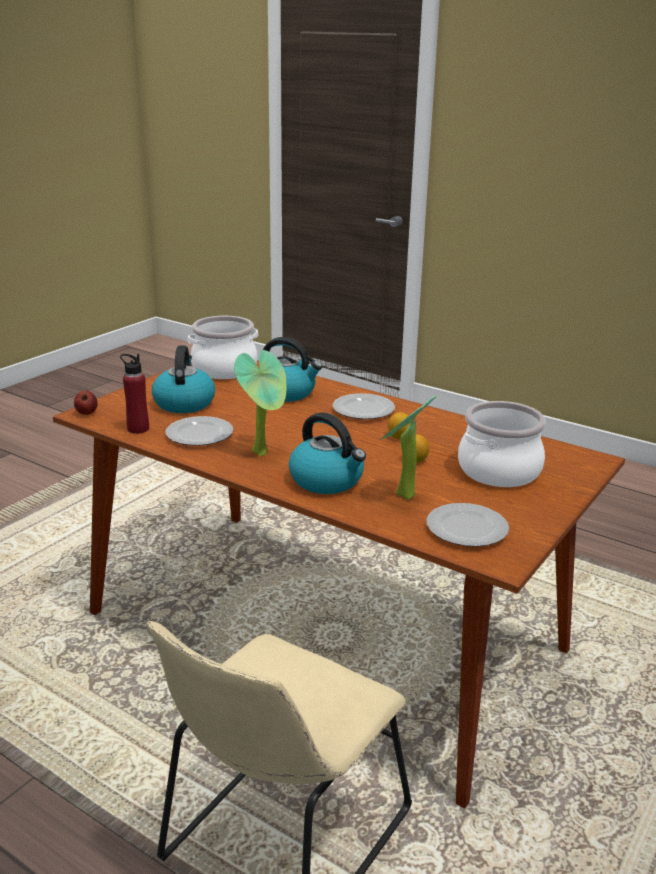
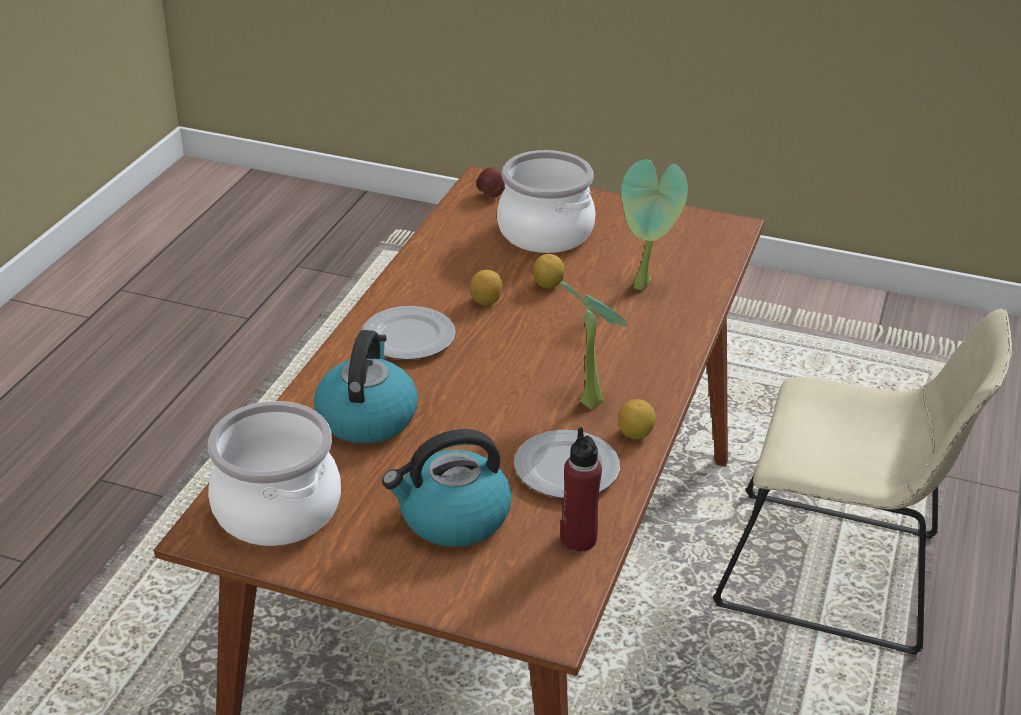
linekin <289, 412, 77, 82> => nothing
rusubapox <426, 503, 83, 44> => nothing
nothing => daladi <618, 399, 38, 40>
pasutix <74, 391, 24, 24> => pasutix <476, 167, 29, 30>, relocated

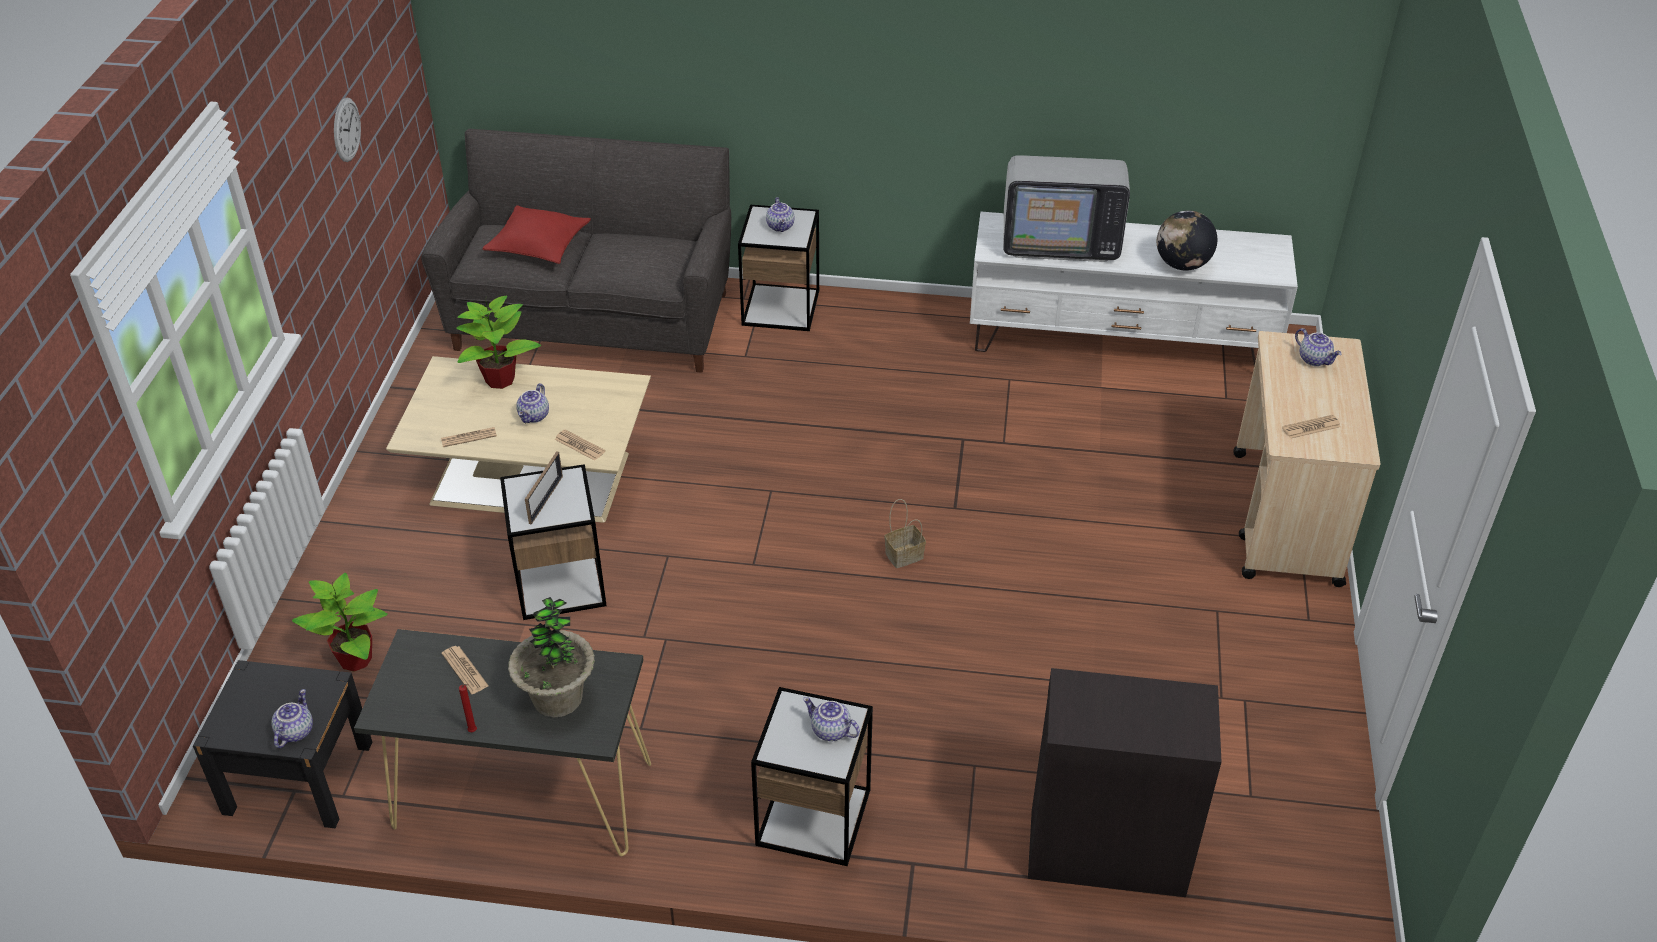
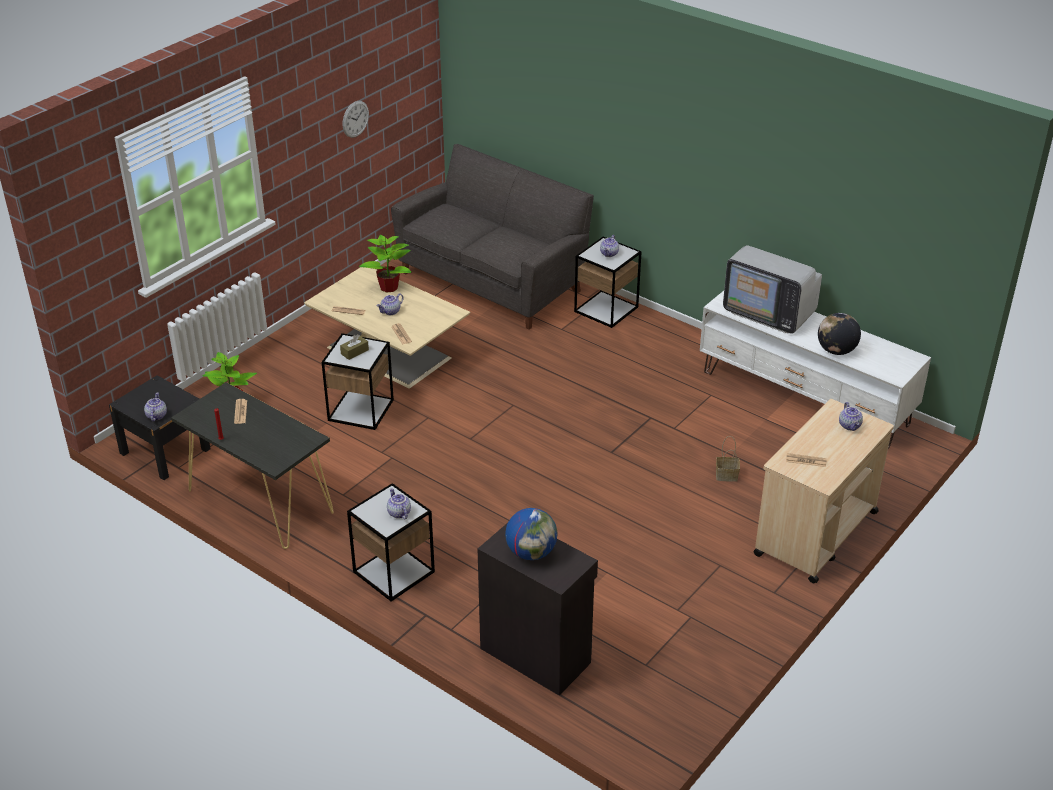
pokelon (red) <482, 205, 109, 59> => nothing
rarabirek <508, 597, 87, 120> => nothing
nothing => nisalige <505, 508, 53, 52>
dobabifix <884, 499, 42, 69> => dobabifix <716, 436, 24, 46>, relocated
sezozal <525, 451, 38, 74> => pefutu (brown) <340, 334, 29, 26>
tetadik <271, 689, 42, 59> => tetadik <144, 392, 23, 30>, 45 degrees counterclockwise

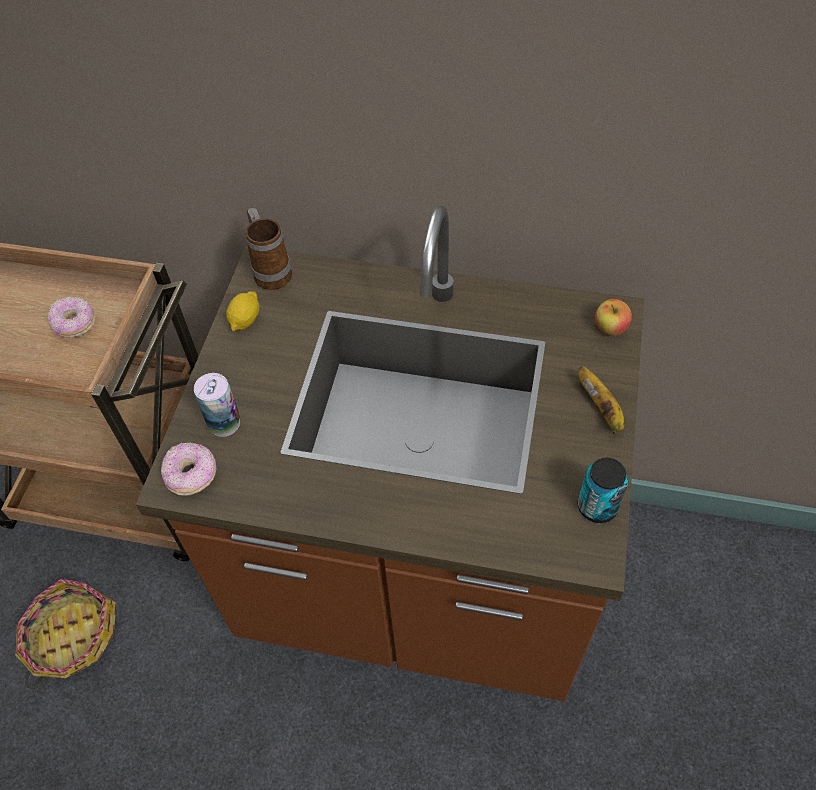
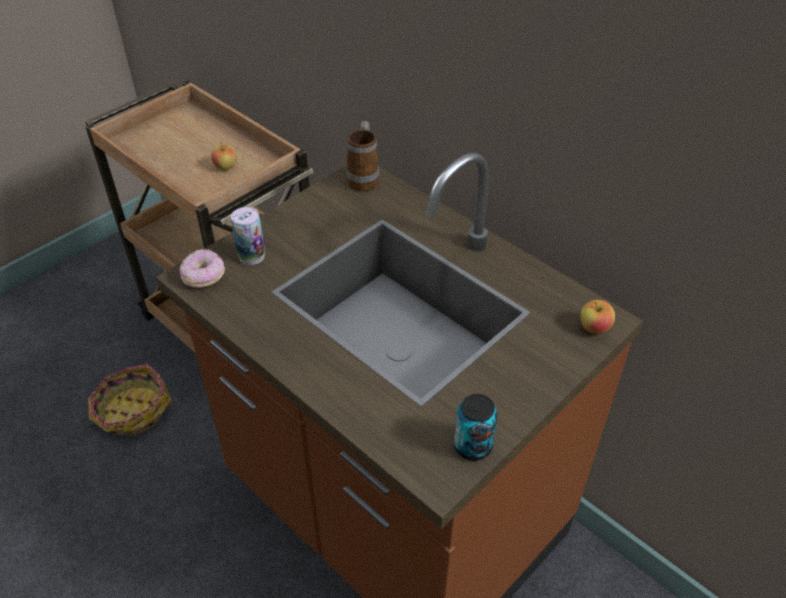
daladi <226, 291, 34, 40> => nothing
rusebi <578, 367, 47, 67> => nothing
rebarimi <48, 297, 47, 41> => pasutix <211, 142, 26, 28>

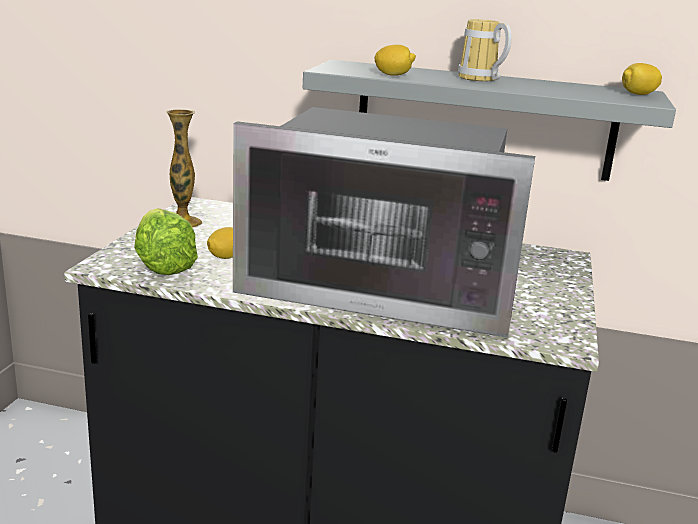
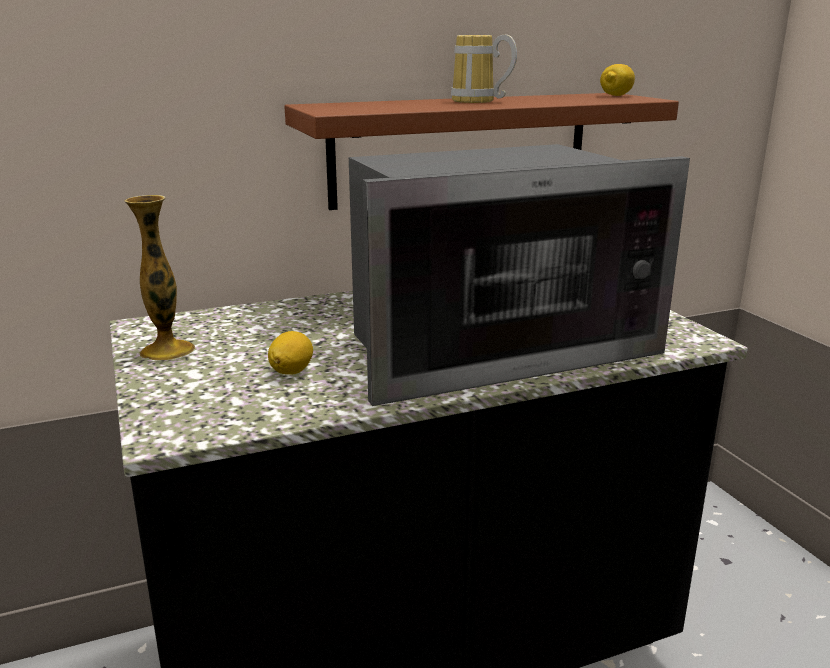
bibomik <134, 208, 64, 67> => nothing
daladi <374, 45, 42, 31> => nothing
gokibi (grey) <303, 60, 373, 121> => gokibi (brown) <284, 93, 395, 117>

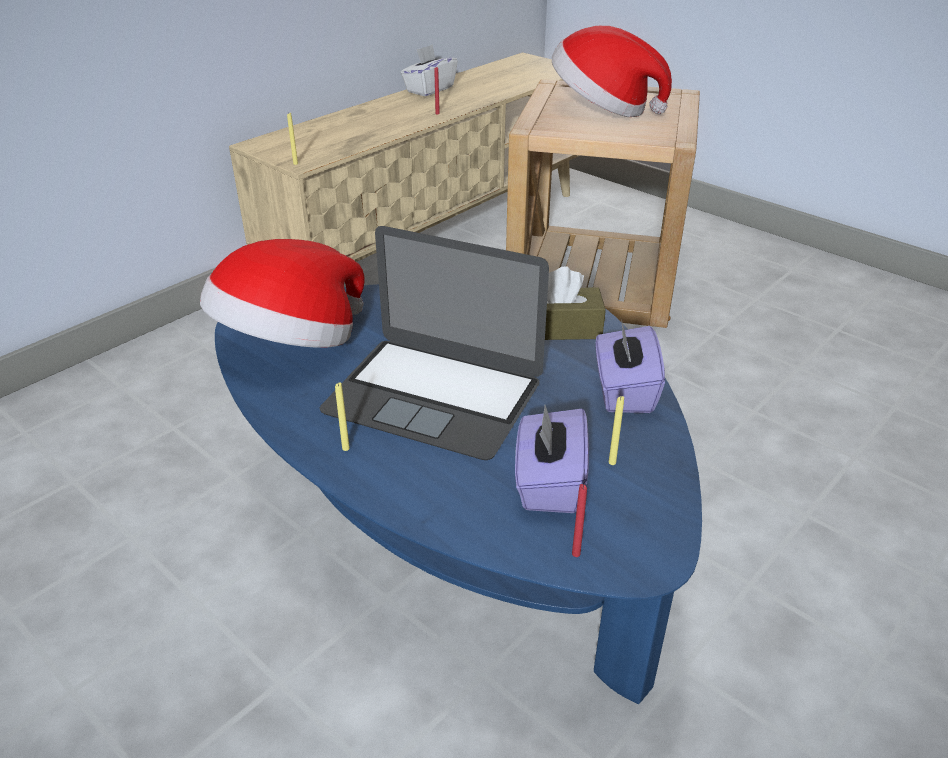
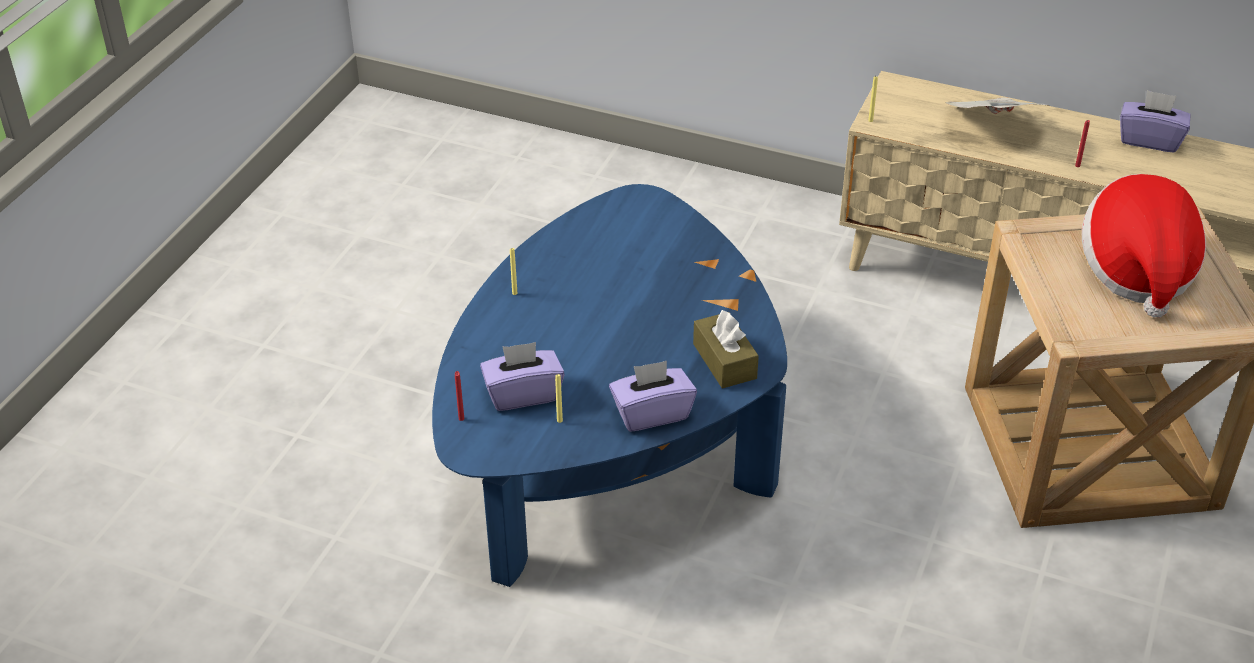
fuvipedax <200, 239, 164, 109> => nothing
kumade <319, 226, 230, 234> => nothing
nothing => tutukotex <947, 97, 99, 17>
pefutu (white) <400, 44, 58, 52> => pefutu (purple) <1120, 90, 70, 63>

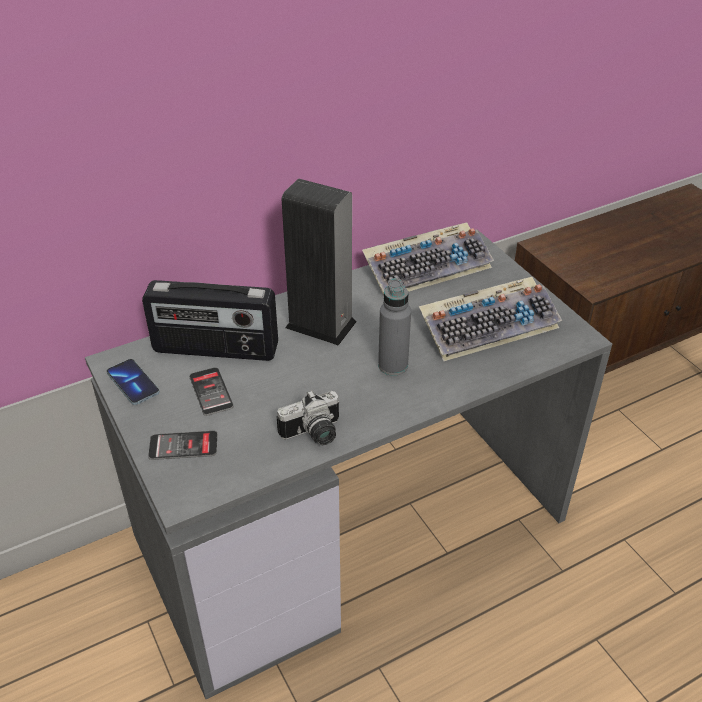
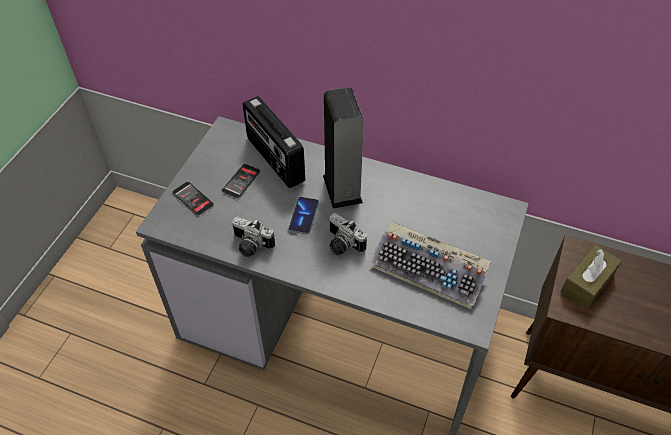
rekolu <362, 222, 132, 74> => nothing
nothing => pefutu (brown) <561, 245, 61, 64>
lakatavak <107, 359, 53, 46> => lakatavak <289, 197, 30, 38>, relocated
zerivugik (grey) <378, 278, 33, 98> => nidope <329, 213, 38, 42>

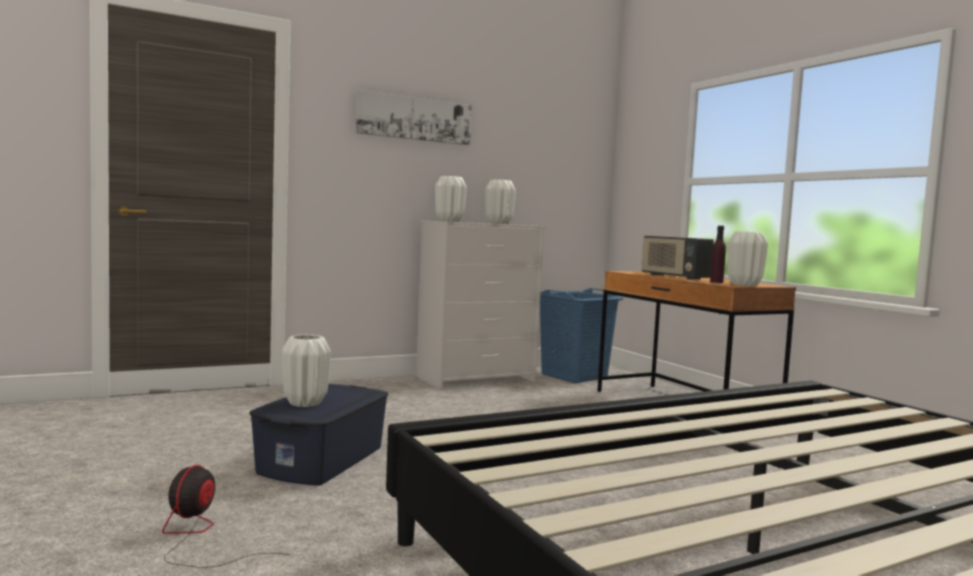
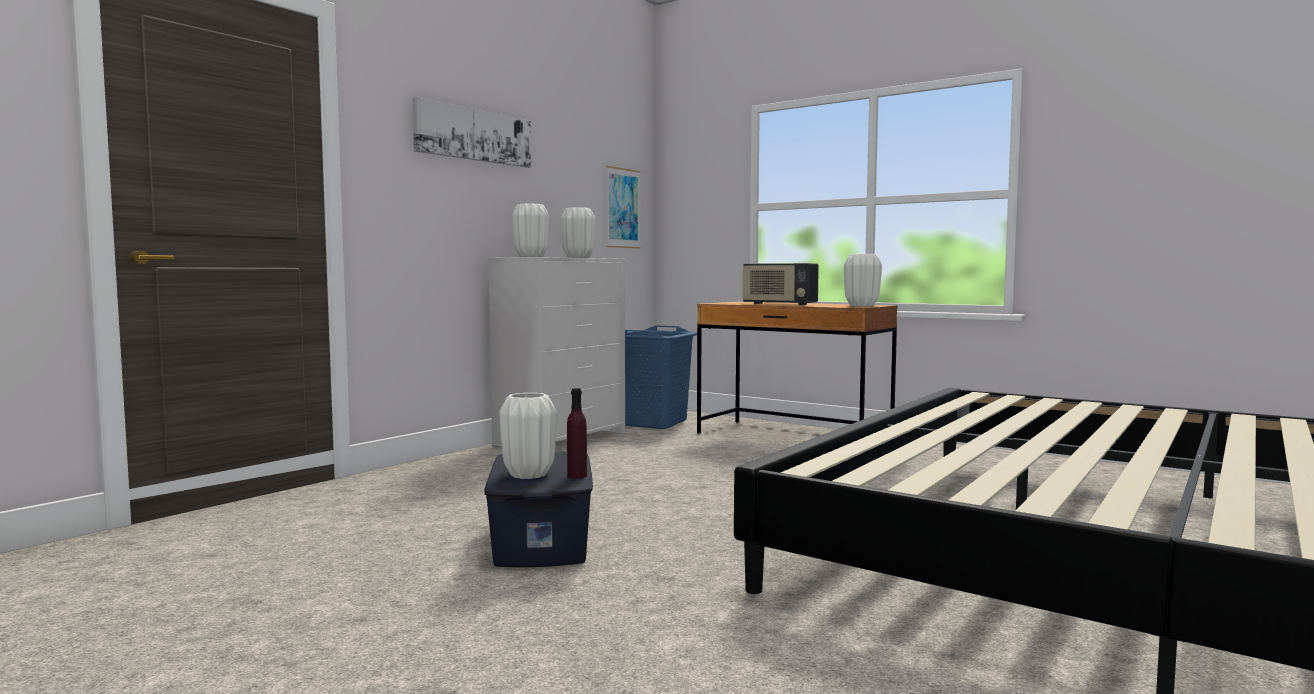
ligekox <162, 465, 128, 103> => nothing
nothing => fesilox <606, 166, 34, 82>
zerivugik (purple) <710, 226, 16, 57> => zerivugik (purple) <567, 388, 20, 91>, relocated

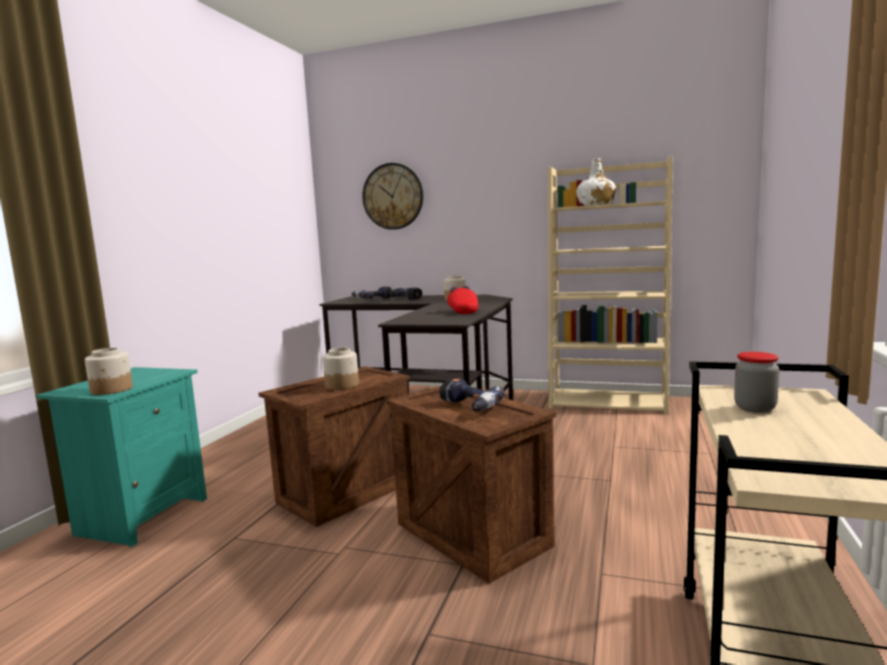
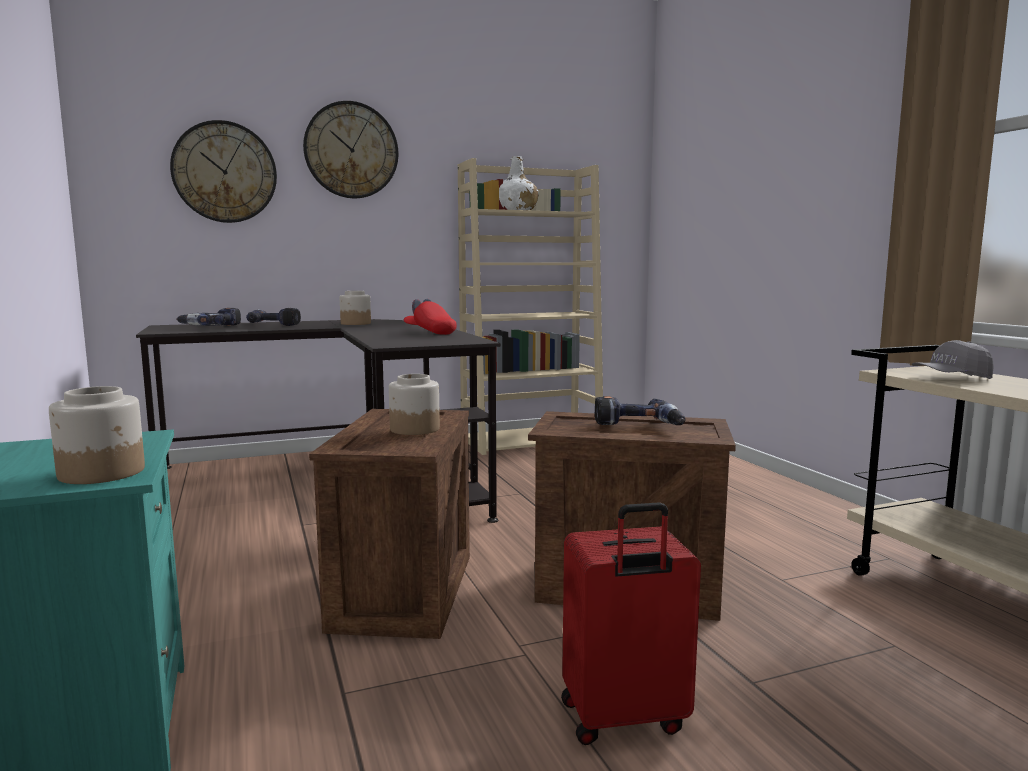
nothing => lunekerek <303, 101, 95, 97>
nothing => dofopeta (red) <561, 502, 140, 243>
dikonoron <734, 352, 45, 61> => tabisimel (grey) <912, 340, 82, 39>

